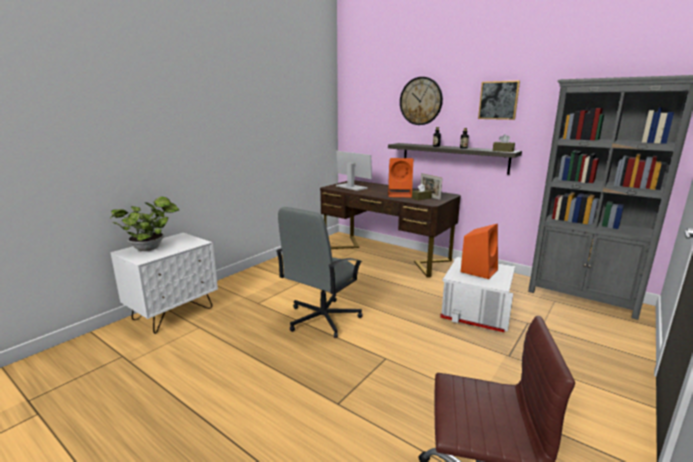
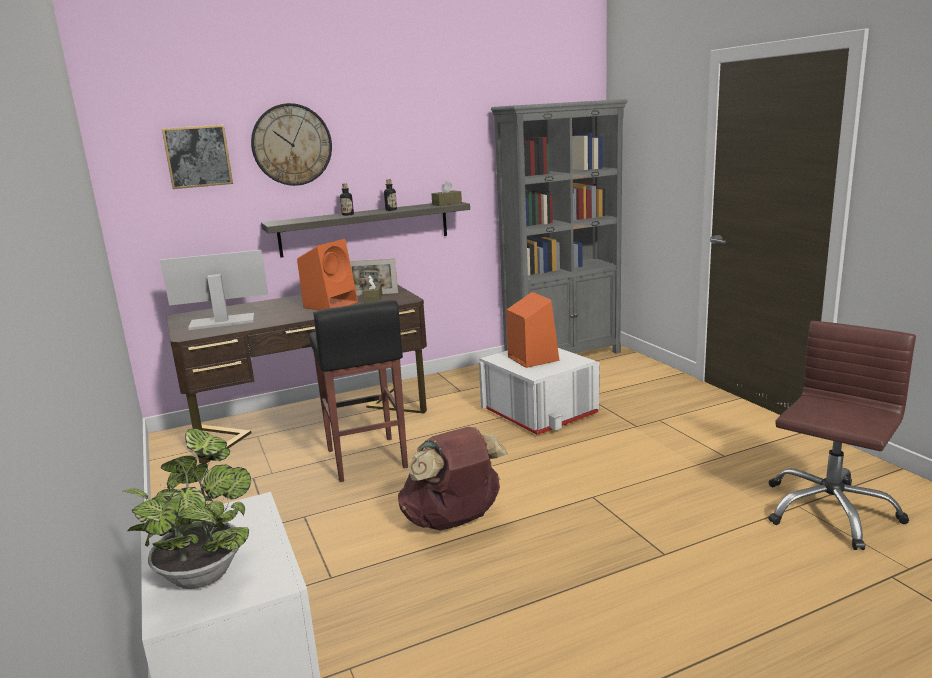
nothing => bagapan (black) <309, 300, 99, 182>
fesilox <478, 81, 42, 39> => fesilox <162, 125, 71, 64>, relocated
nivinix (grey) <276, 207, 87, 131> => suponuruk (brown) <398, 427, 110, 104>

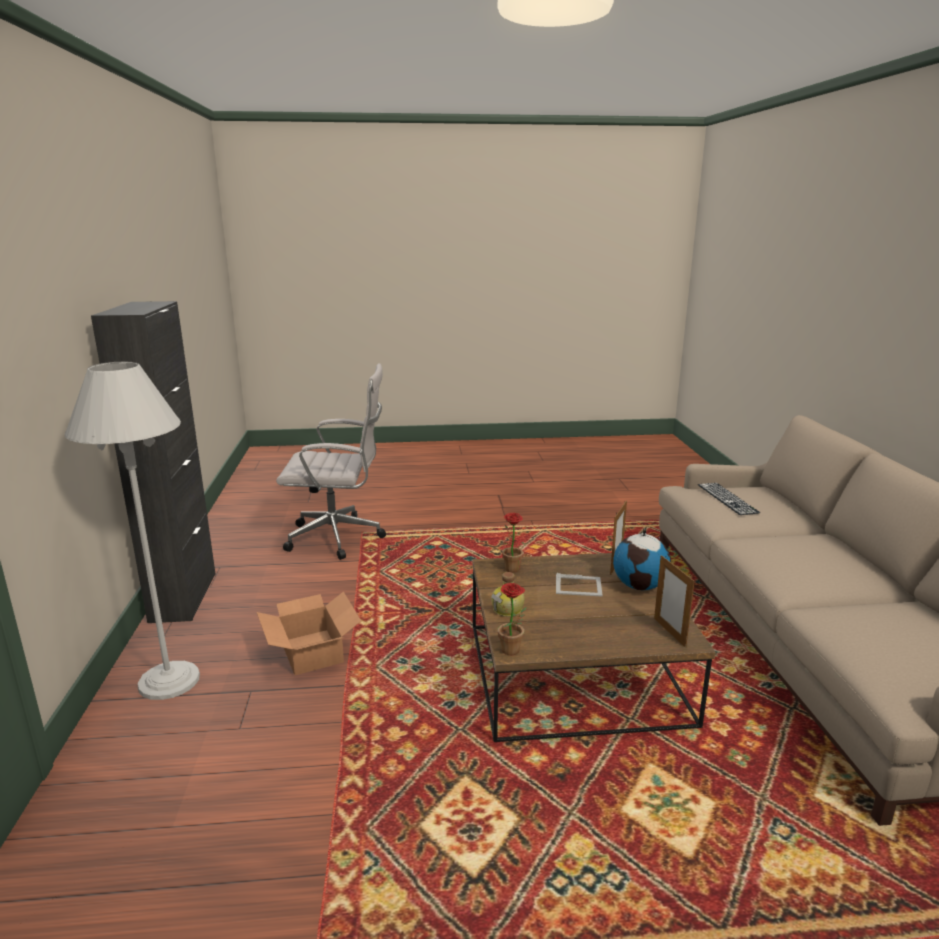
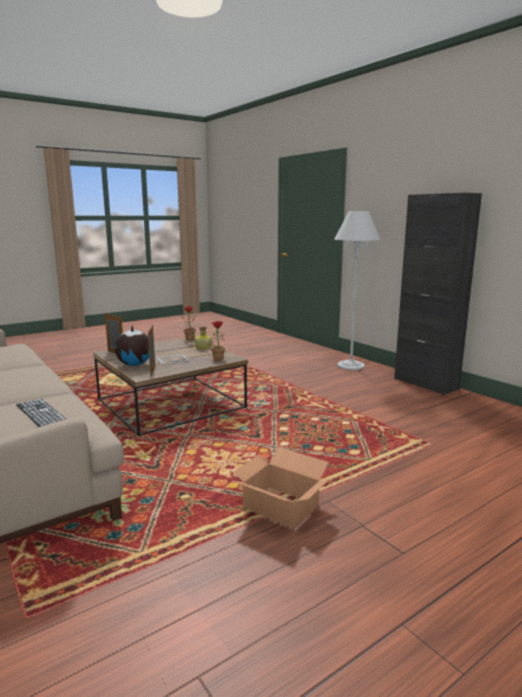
nivinix (white) <276, 363, 110, 197> => nothing
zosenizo <257, 591, 104, 84> => zosenizo <231, 447, 99, 82>, relocated

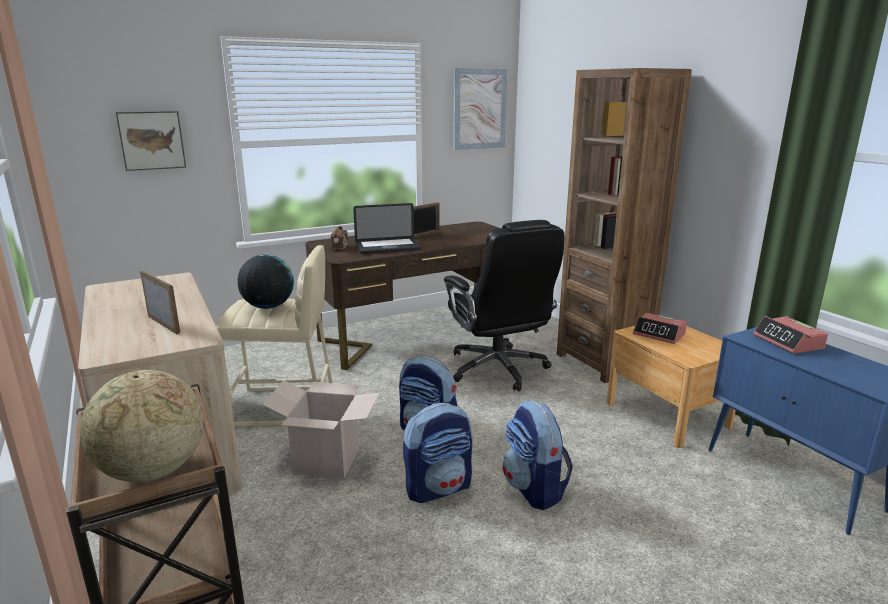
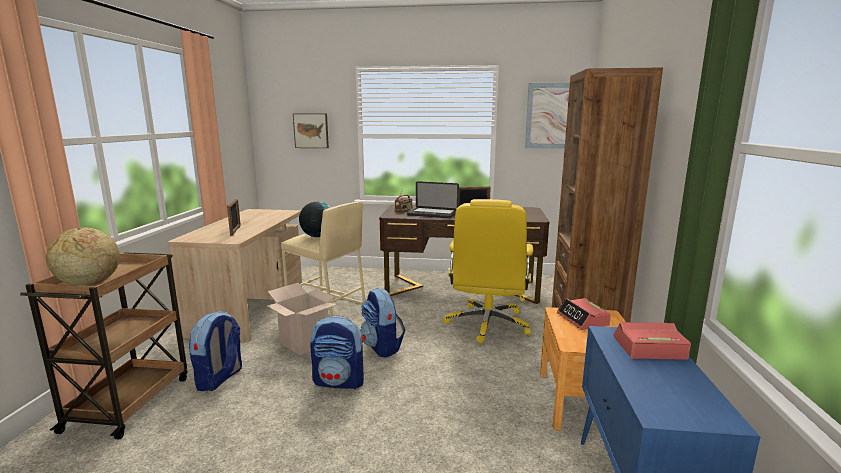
suponuruk <503, 400, 70, 110> => suponuruk <188, 311, 54, 80>, relocated
nivinix (black) <444, 220, 121, 171> => nivinix (yellow) <443, 199, 90, 145>
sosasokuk <753, 316, 75, 38> => sosasokuk <614, 322, 77, 38>, 75 degrees clockwise

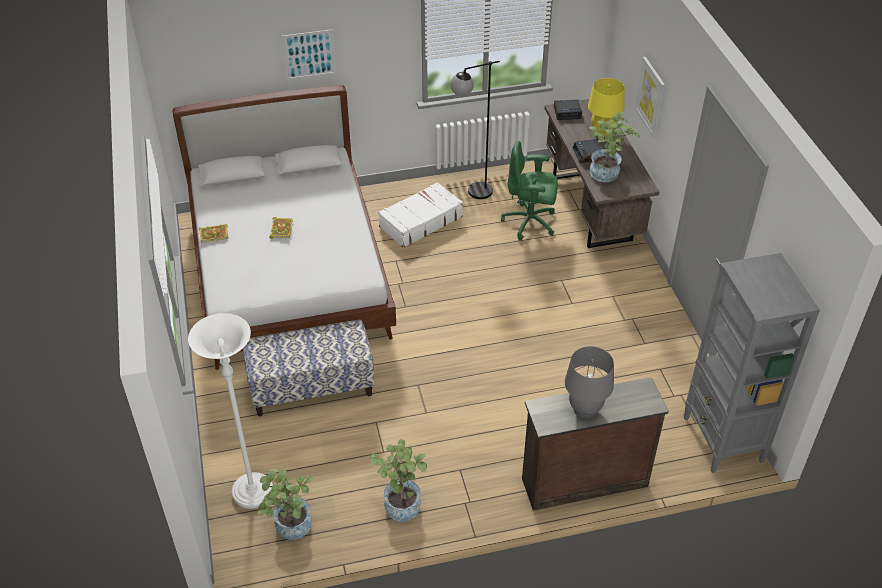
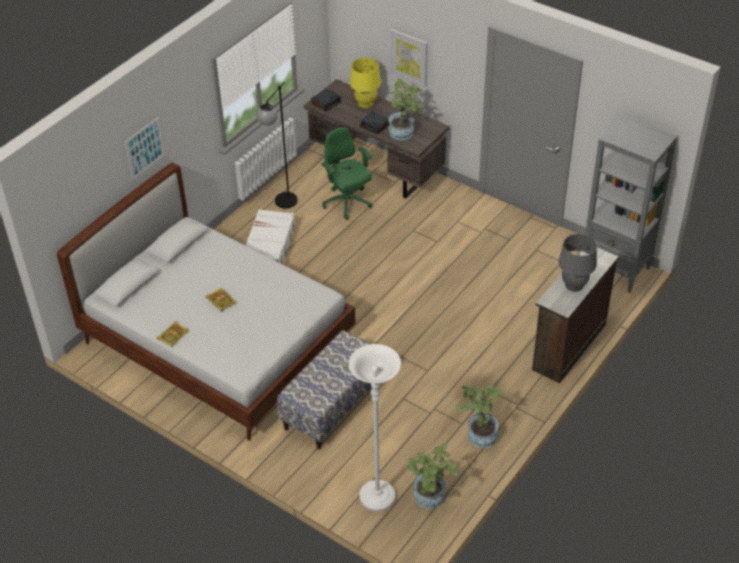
nivinix (green) <501, 141, 57, 99> => nivinix (green) <321, 127, 51, 93>, 90 degrees clockwise

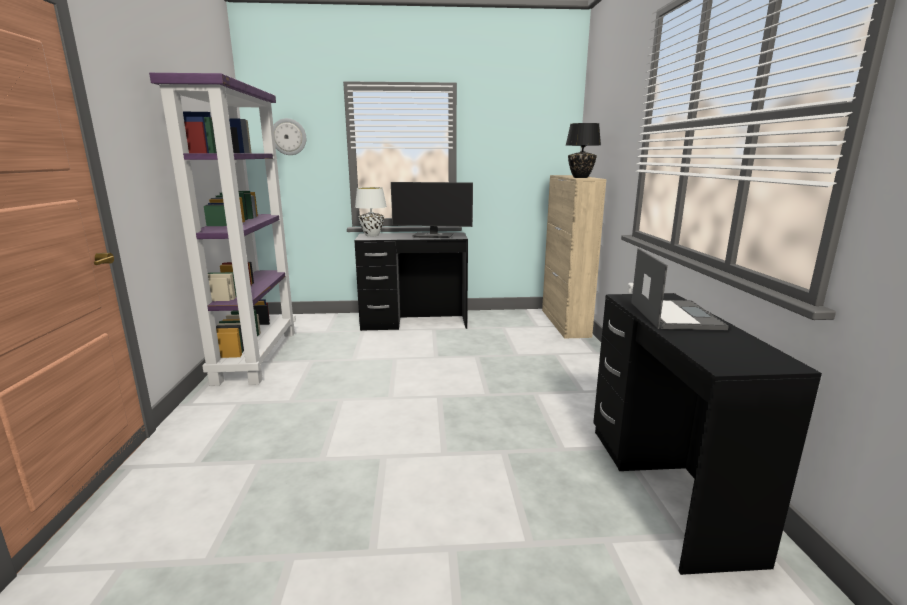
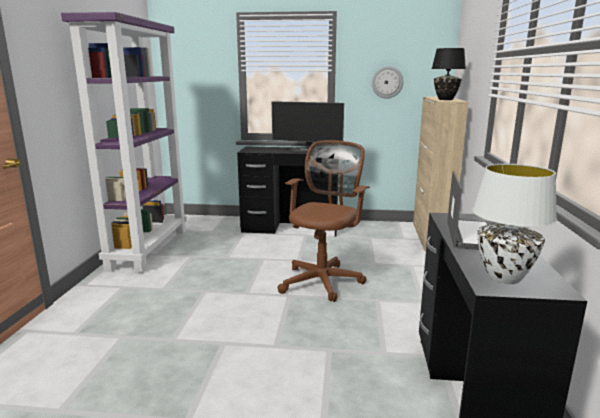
nothing => nivinix (brown) <277, 140, 93, 162>
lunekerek <273, 118, 33, 37> => lunekerek <372, 66, 31, 33>, relocated
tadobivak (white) <355, 187, 32, 50> => tadobivak (white) <473, 164, 84, 120>, relocated

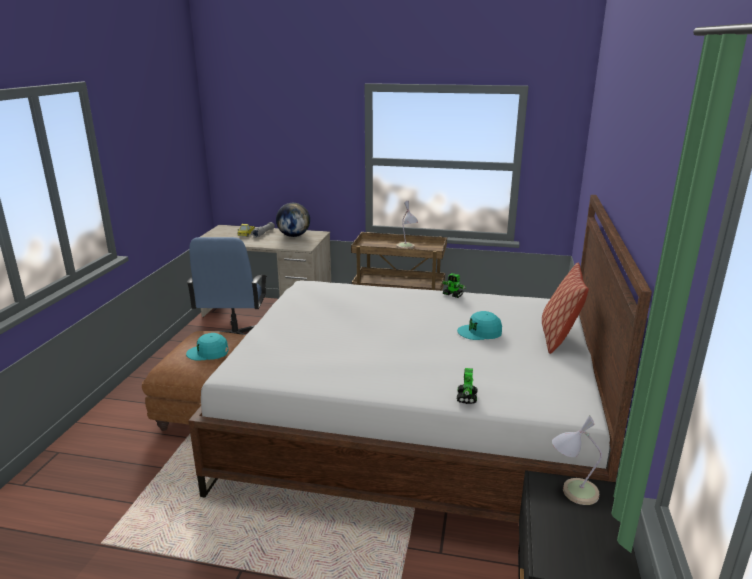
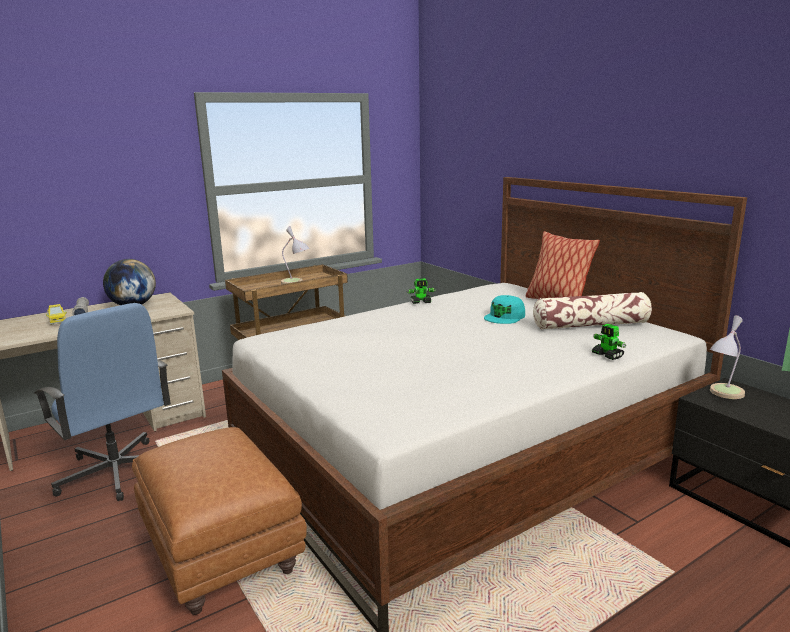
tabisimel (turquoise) <186, 333, 42, 28> => nothing
nothing => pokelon <533, 292, 119, 38>

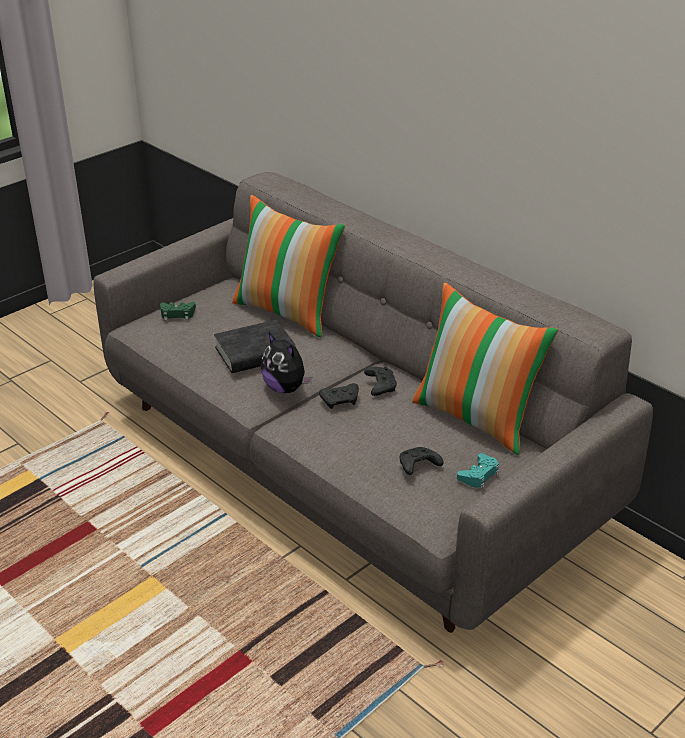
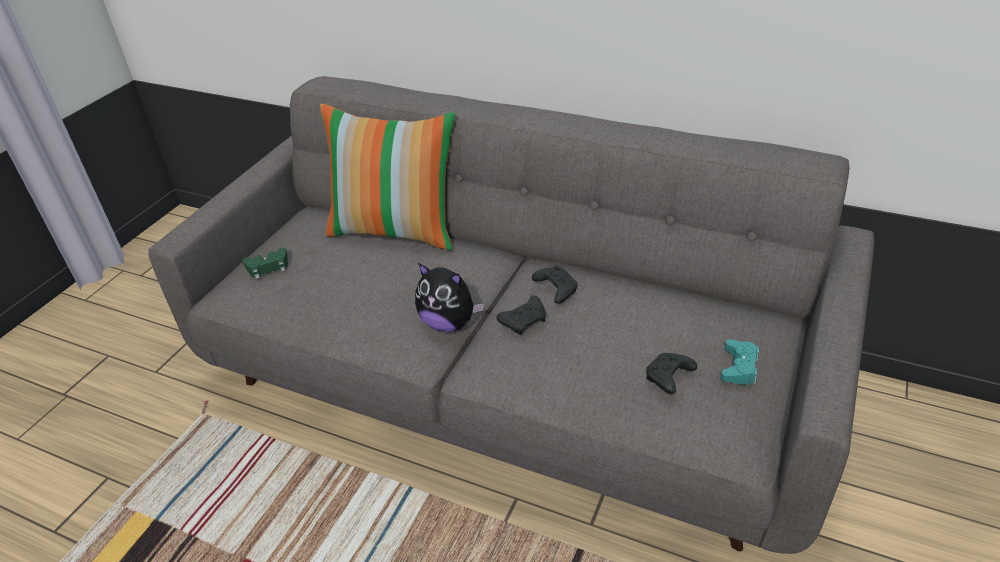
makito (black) <214, 320, 82, 53> => nothing
pokelon <412, 283, 146, 172> => nothing

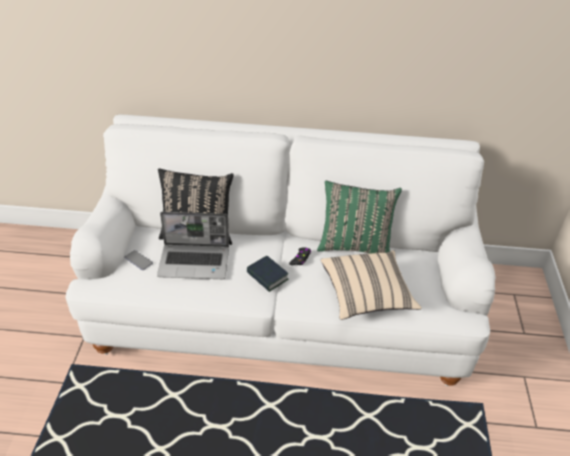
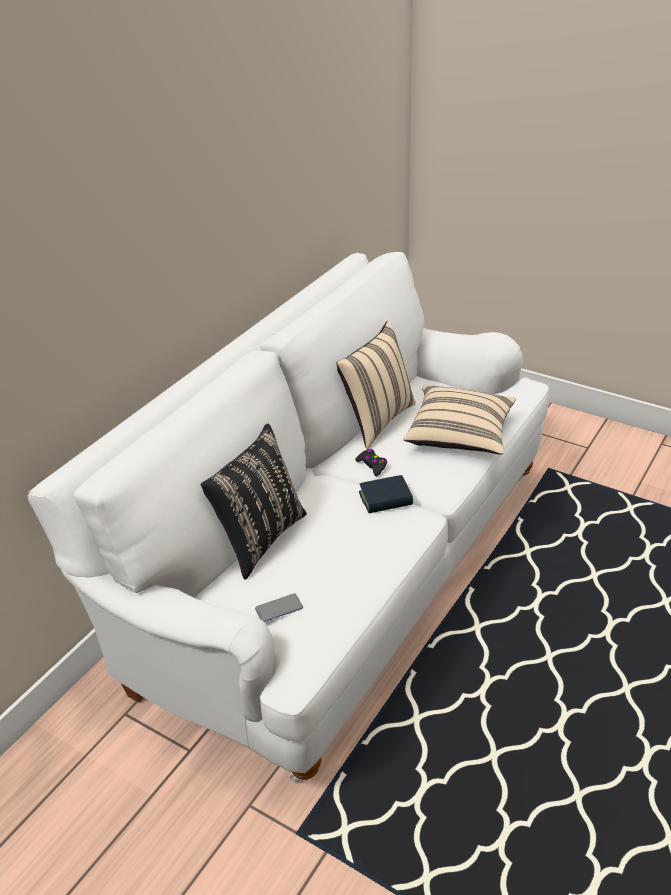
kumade <157, 212, 72, 67> => nothing
pokelon (green) <317, 181, 85, 73> => pokelon (beige) <336, 321, 80, 128>

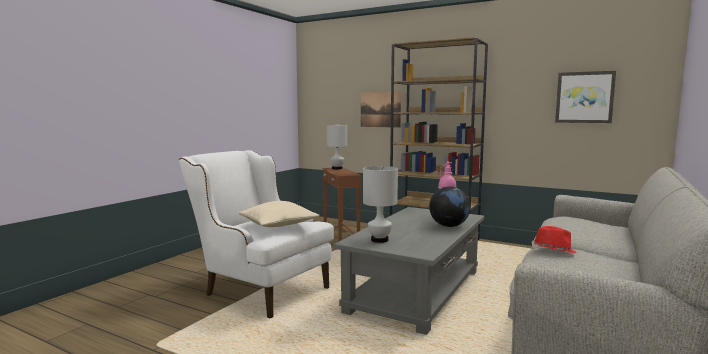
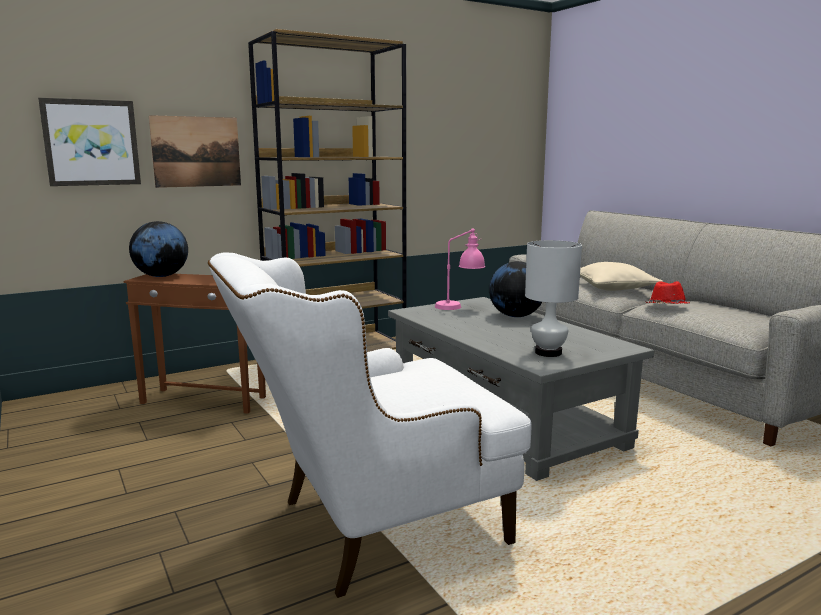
pokelon (beige) <239, 201, 80, 26> => pokelon (beige) <580, 262, 83, 29>, relocated
fesilox <555, 71, 61, 52> => fesilox <38, 98, 103, 88>, relocated
tadobivak (white) <327, 125, 20, 44> => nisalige <129, 221, 59, 56>

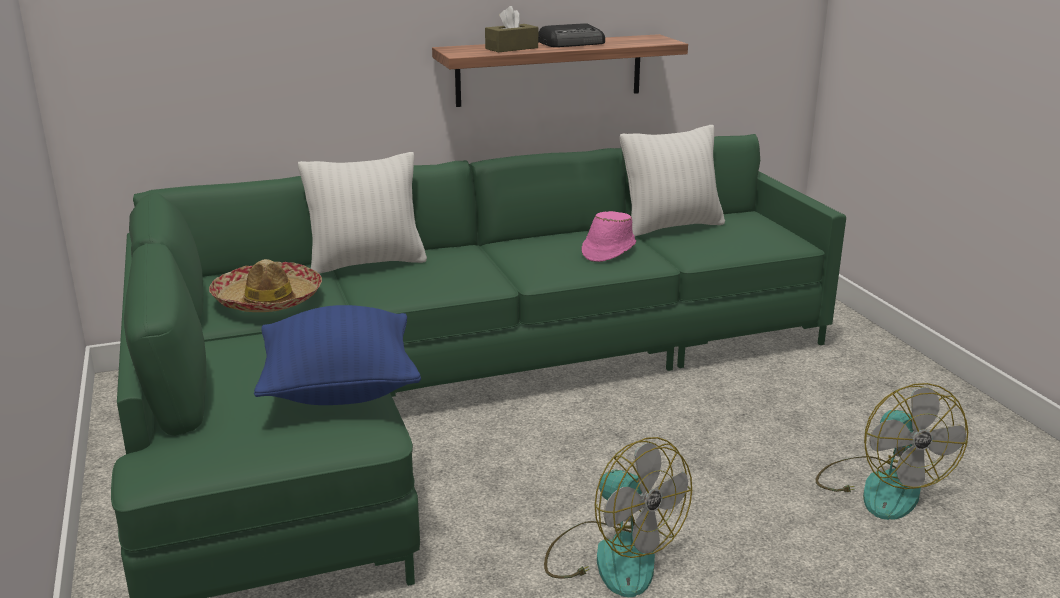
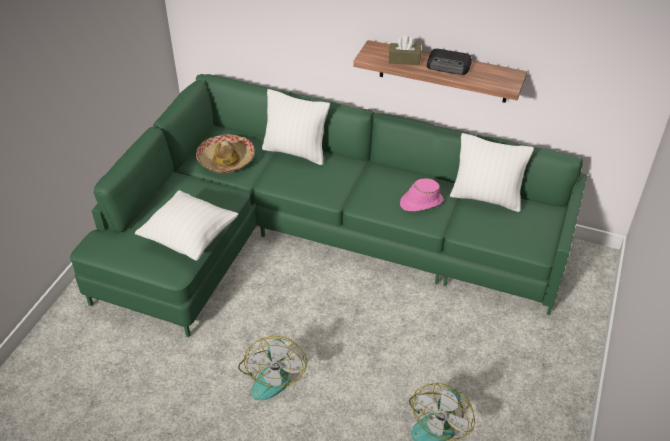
pokelon (blue) <254, 305, 167, 100> => pokelon (white) <135, 190, 103, 71>

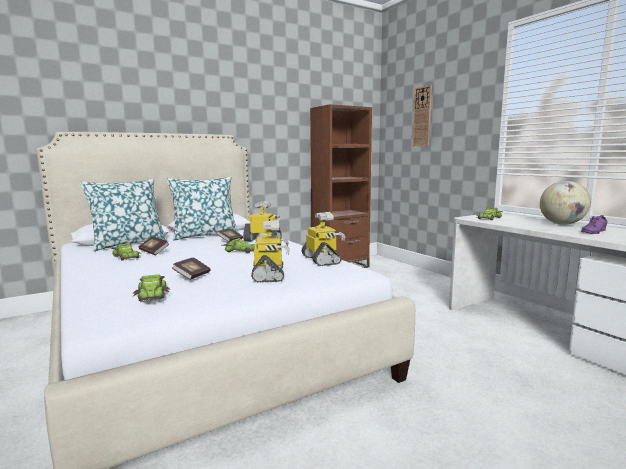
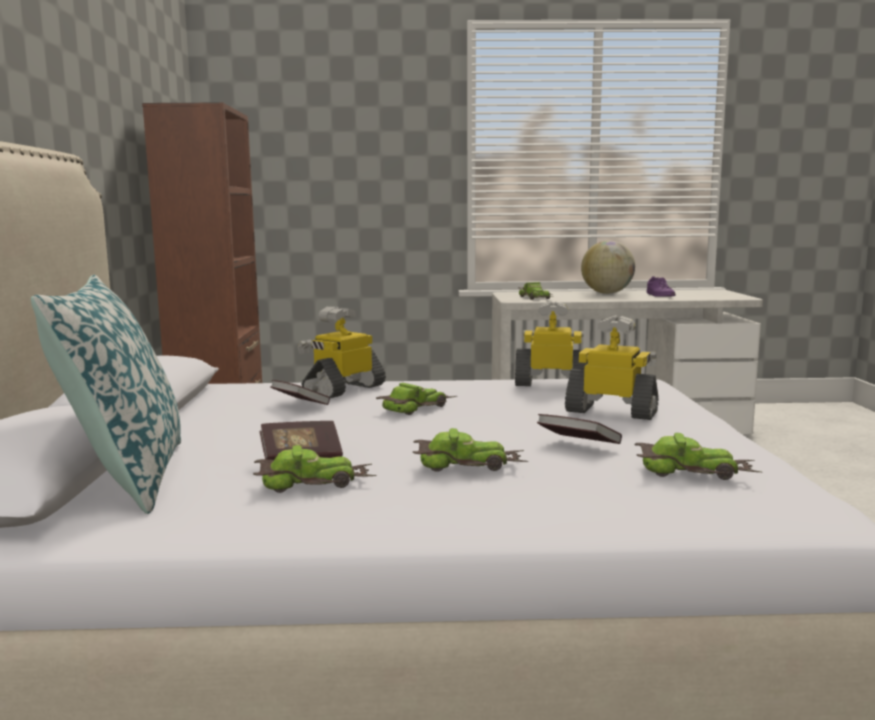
pokelon <166, 176, 72, 65> => nothing
lunekerek <413, 85, 19, 61> => nothing
nothing => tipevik <413, 428, 115, 44>

